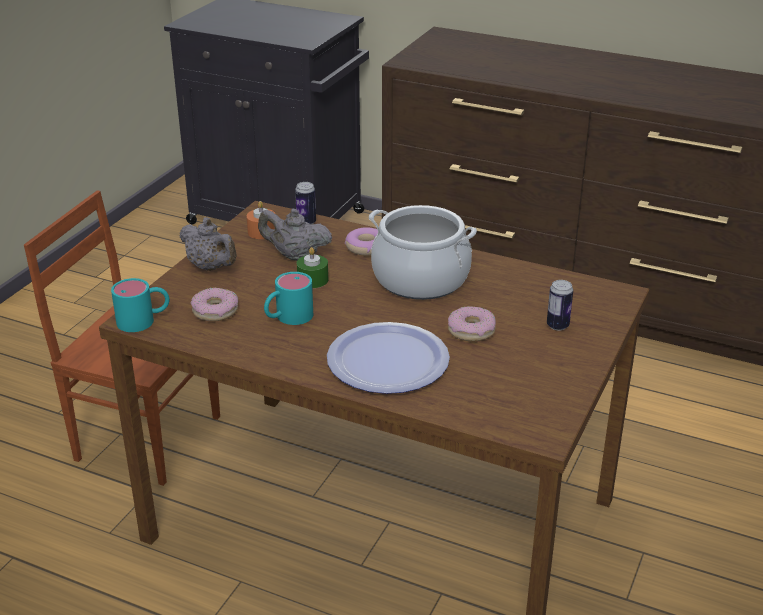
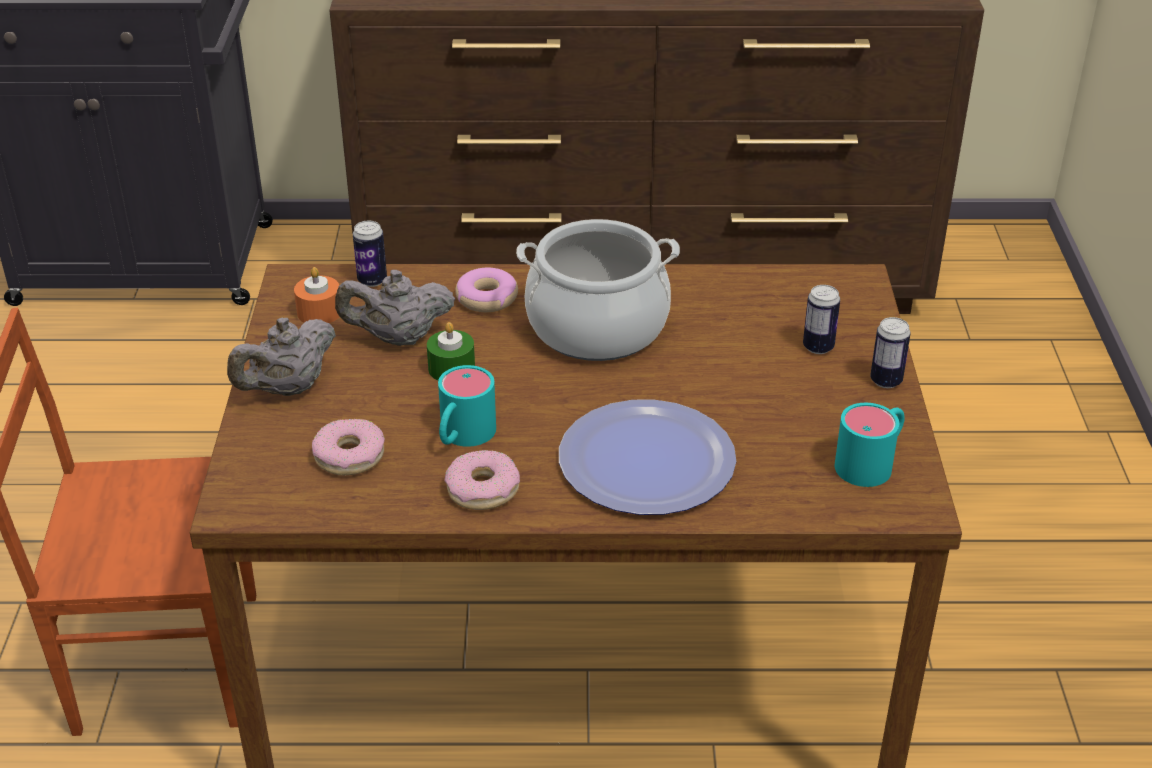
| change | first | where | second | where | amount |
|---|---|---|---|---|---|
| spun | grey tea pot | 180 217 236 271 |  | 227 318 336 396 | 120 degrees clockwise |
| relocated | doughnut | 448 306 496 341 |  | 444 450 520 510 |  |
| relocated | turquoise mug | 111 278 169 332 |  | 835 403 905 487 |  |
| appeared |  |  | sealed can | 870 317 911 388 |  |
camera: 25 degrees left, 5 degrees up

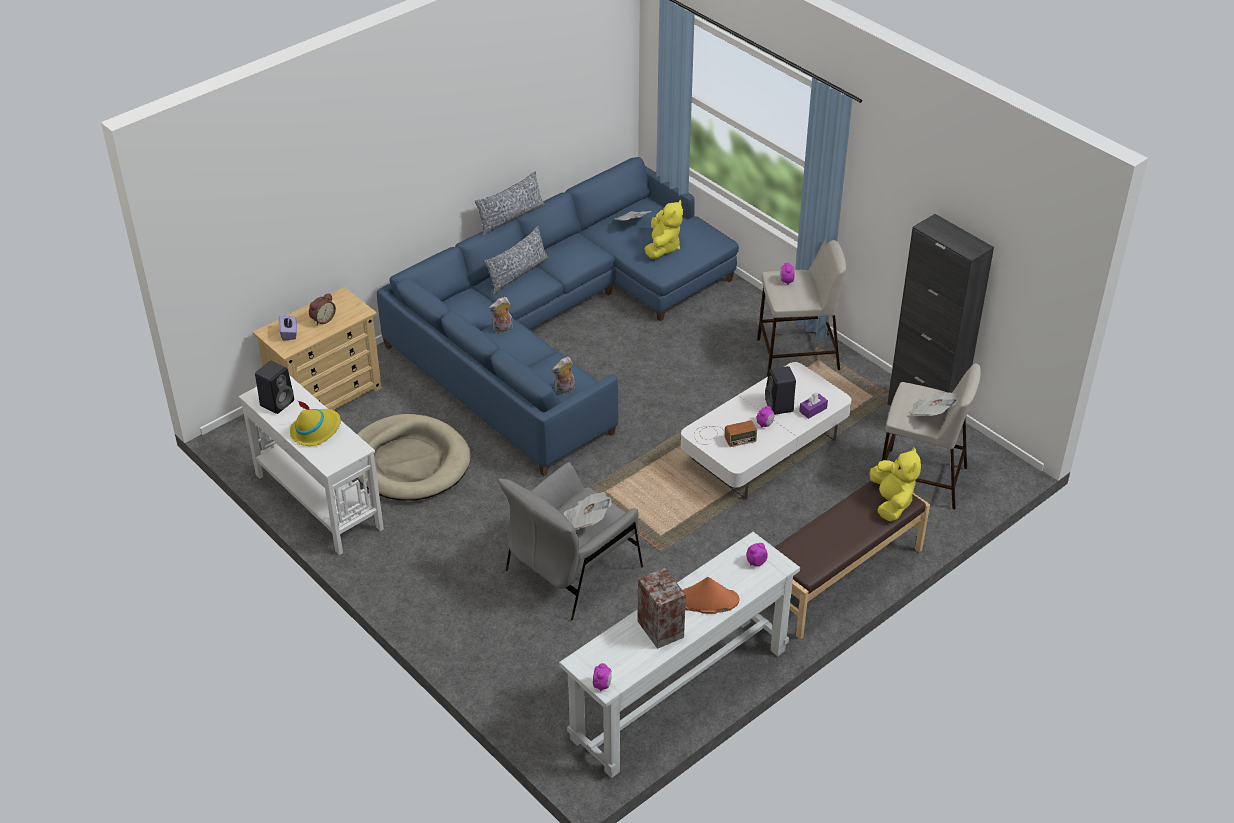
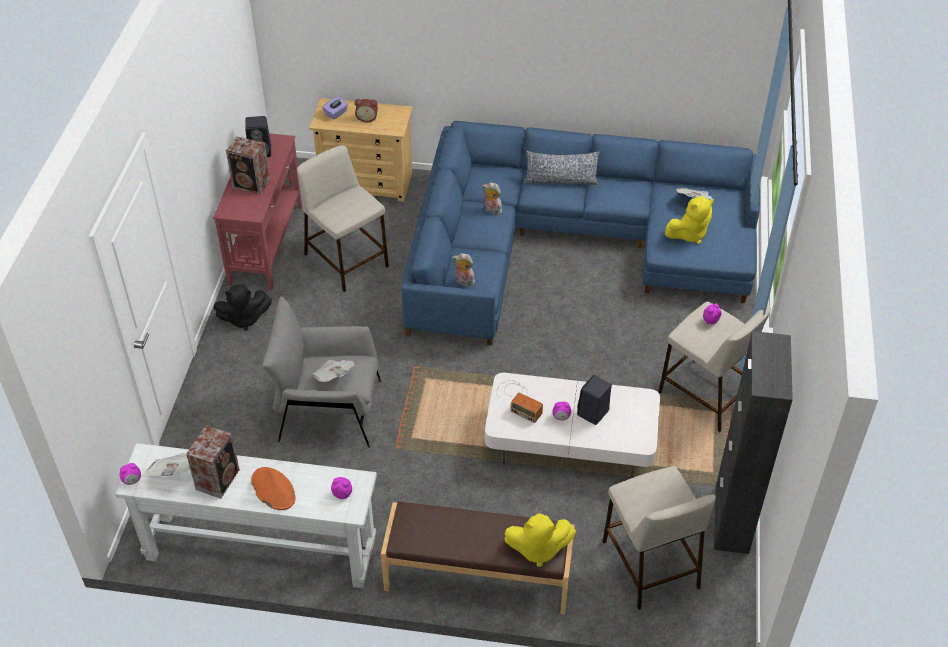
| change | first | where | second | where | amount |
|---|---|---|---|---|---|
| relocated | newspaper | 910 392 958 416 |  | 146 453 190 478 |  |
| colour | white-coloured console table | 239 375 384 555 | red-coloured console table | 213 133 302 291 |  |
| appeared |  |  | black-coloured plush toy | 214 284 272 331 |  |
| exchanged | yellow hat | 290 400 341 446 | audio speaker | 226 136 270 194 |  |
| exchanged | beige-coloured dog bed | 356 414 471 501 | beige-coloured stool seat | 297 145 389 292 |  |
| spun | yellow plush toy | 870 447 921 521 |  | 504 513 576 567 | 45 degrees clockwise |
| missing | throw pillow | 475 171 545 236 |  |  |  |
| missing | purplish tissue holder | 799 393 828 419 |  |  |  |
camera: 50 degrees right, 5 degrees up

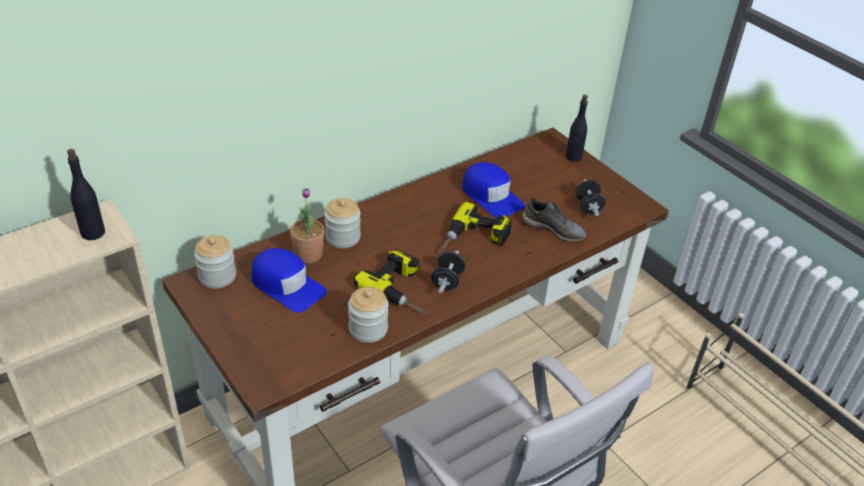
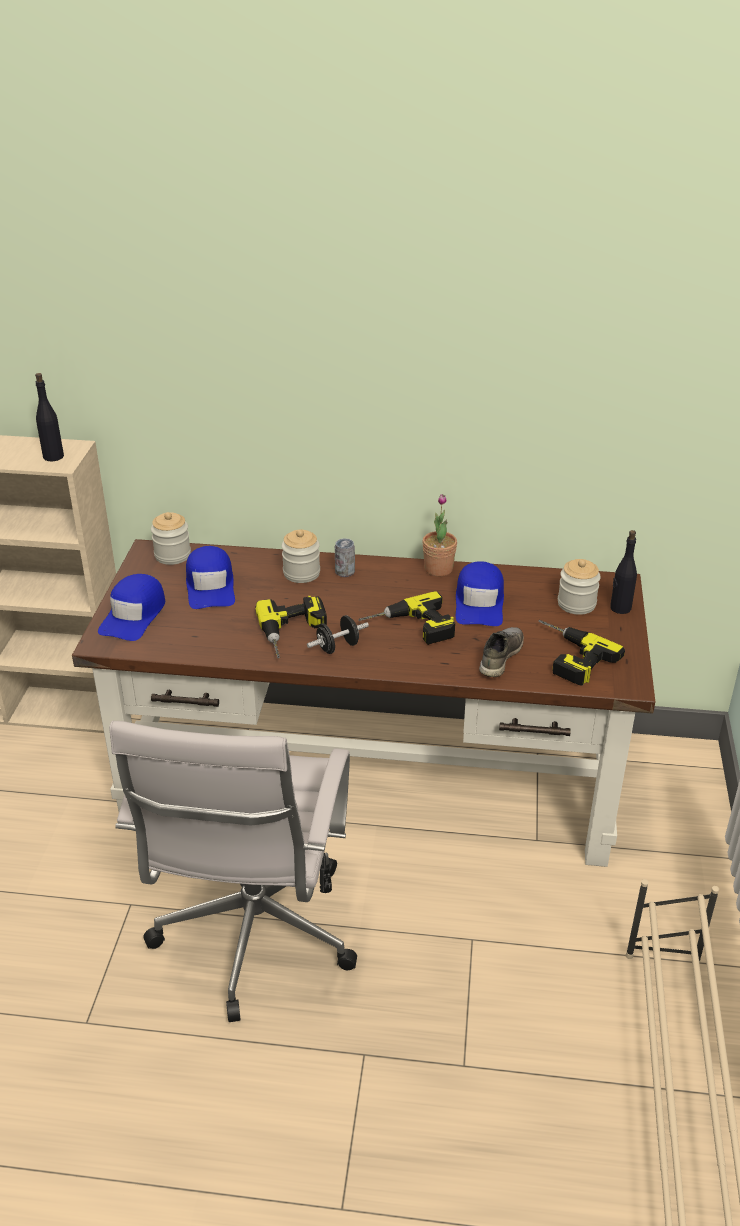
| change | first | where | second | where | amount |
|---|---|---|---|---|---|
| appeared |  |  | bluish peaked cap | 98 574 165 641 |  |
| appeared |  |  | sealed can | 335 538 355 577 |  |
| relocated | plant in a pot | 290 188 324 264 |  | 422 494 457 576 |  |
| spun | grey item of footwear | 522 198 587 242 |  | 479 627 524 677 | 135 degrees counterclockwise |
| exchanged | black-coloured dumbbell | 576 179 606 216 | drill | 538 619 625 686 |  |
| relocated | preserve jar | 348 287 389 343 |  | 558 559 601 615 |  |
camera: 45 degrees right, 5 degrees down

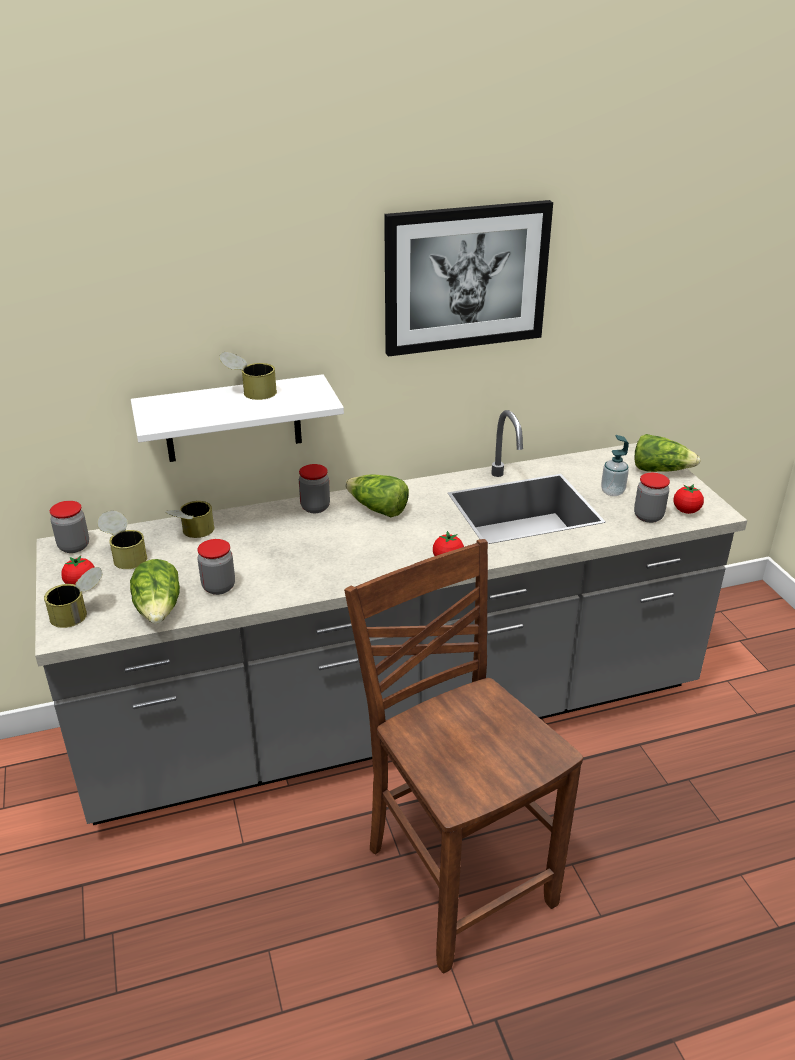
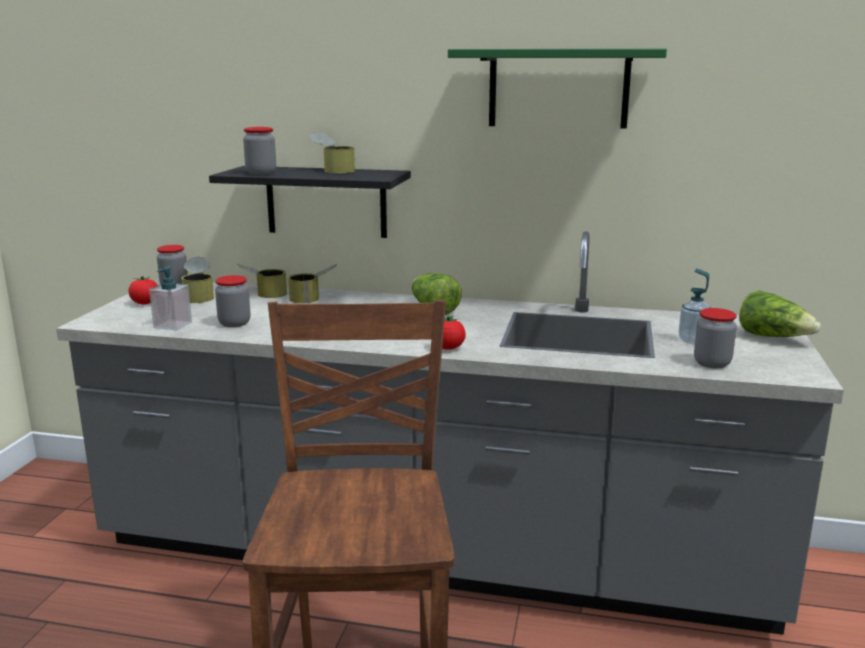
| change | first | where | second | where | amount |
|---|---|---|---|---|---|
| exchanged | lettuce | 130 559 180 624 | liquid soap bottle | 149 266 192 330 |  |
| colour | white-coloured shelf | 131 374 344 462 | black-coloured shelf | 209 166 411 238 |  |
| relocated | preserve jar | 299 464 330 513 |  | 243 127 276 175 |  |
| relocated | sealed can | 44 567 103 628 |  | 288 264 337 303 |  |
| exchanged | wall art | 384 200 553 357 | green-coloured shelf | 448 49 667 129 |  |
| missing | tomato | 673 484 704 514 |  |  |  |
camera: 30 degrees right, 15 degrees down

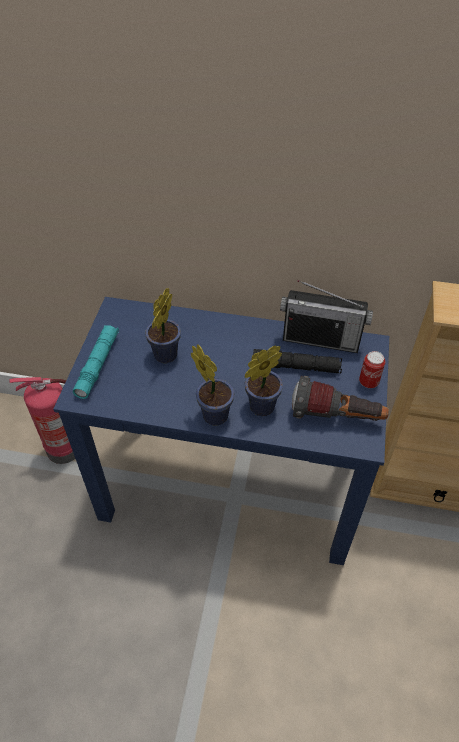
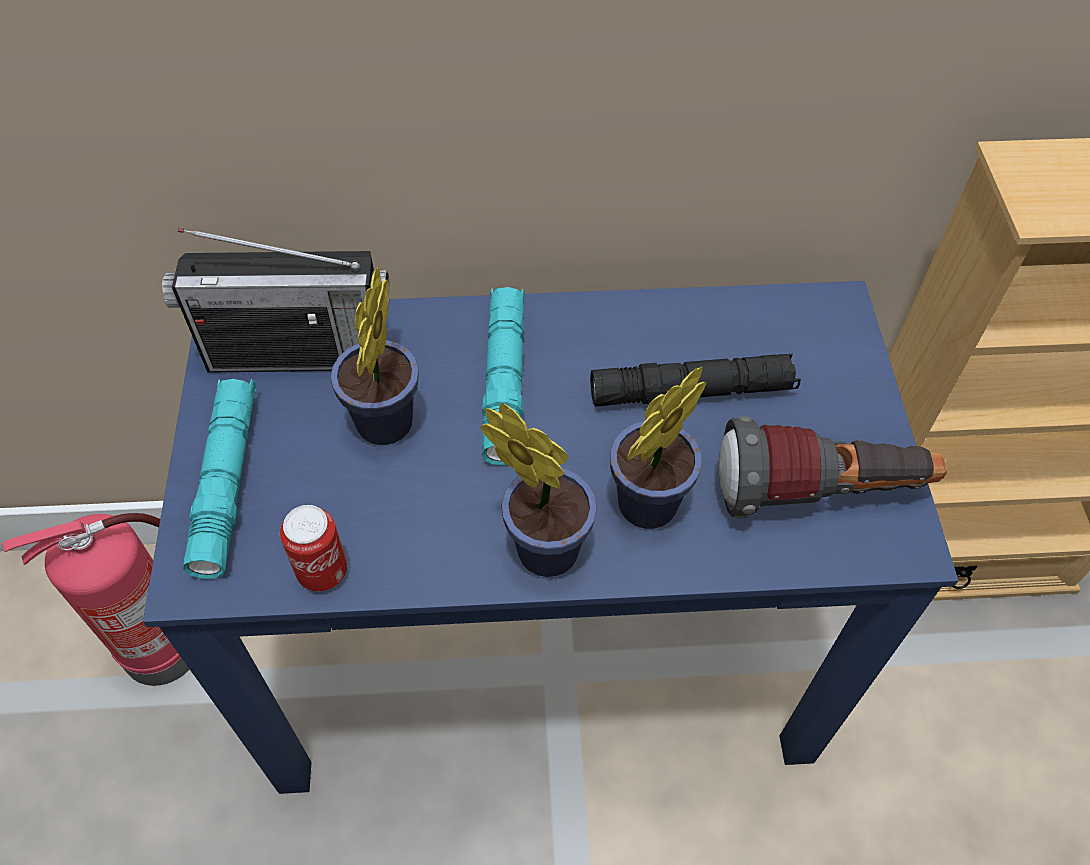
| change | first | where | second | where | amount |
|---|---|---|---|---|---|
| relocated | radio | 280 280 373 353 |  | 162 228 390 373 |  |
| relocated | sealed can | 359 351 385 388 |  | 280 505 347 591 |  |
| appeared |  |  | turquoise torch | 482 287 525 465 |  |
camera: 15 degrees left, 5 degrees up

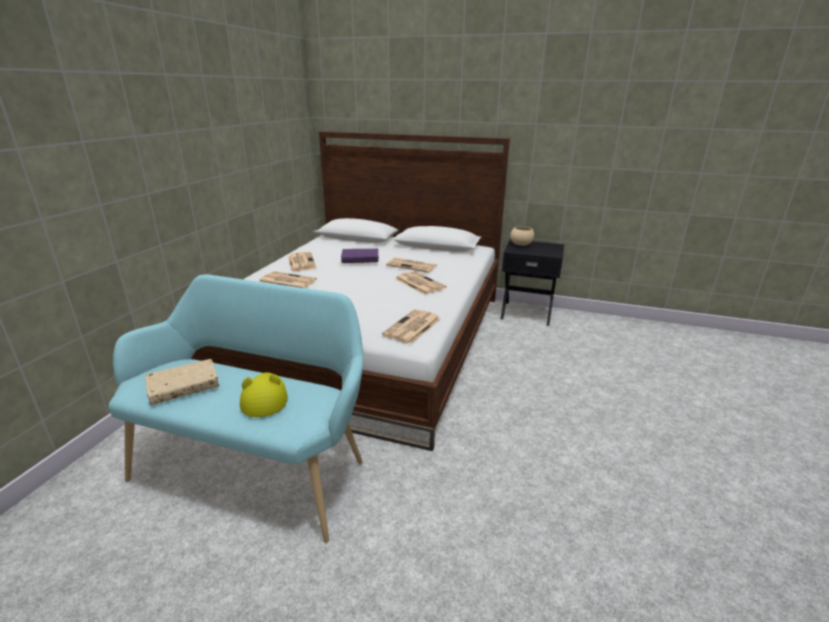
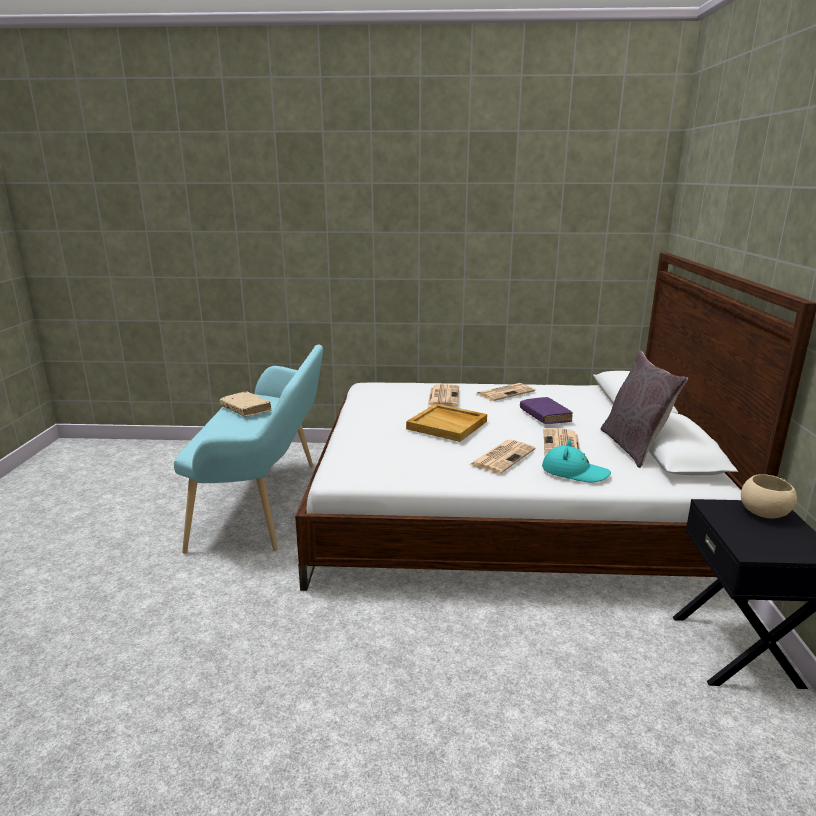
| change | first | where | second | where | amount |
|---|---|---|---|---|---|
| appeared |  |  | beige-coloured serving tray | 406 404 487 442 |  |
| appeared |  |  | turquoise hat | 542 440 611 482 |  |
| appeared |  |  | grey throw pillow | 601 351 688 468 |  |
| missing | yellow hat | 240 373 288 417 |  |  |  |
| missing | newspaper | 382 309 440 344 |  |  |  |
camera: 75 degrees right, 5 degrees down

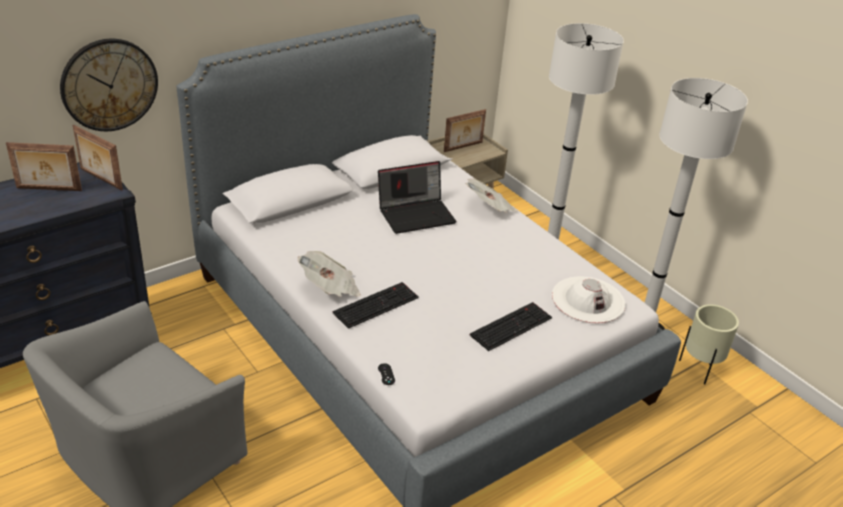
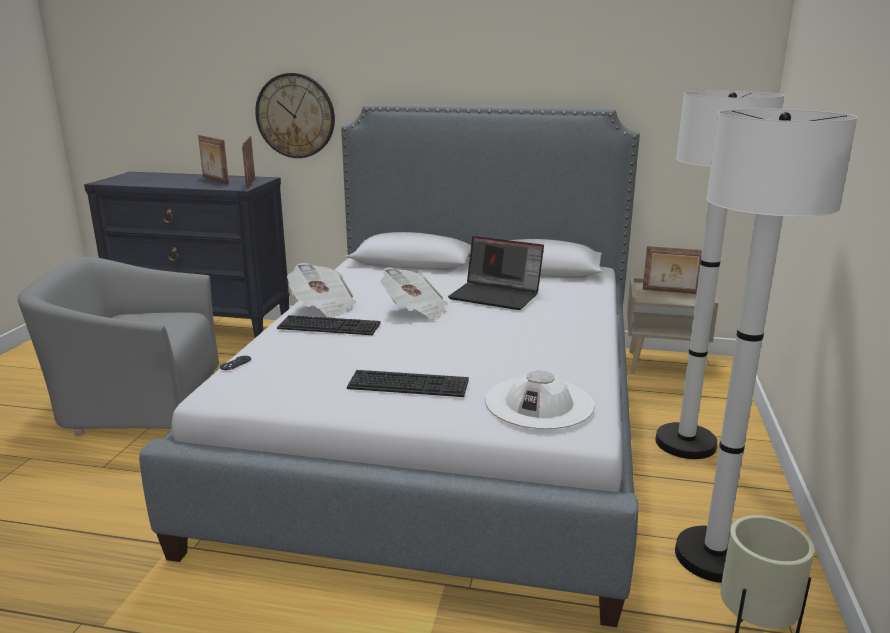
| change | first | where | second | where | amount |
|---|---|---|---|---|---|
| relocated | newspaper | 465 179 518 213 |  | 380 267 448 320 |  |
camera: 50 degrees right, 15 degrees down

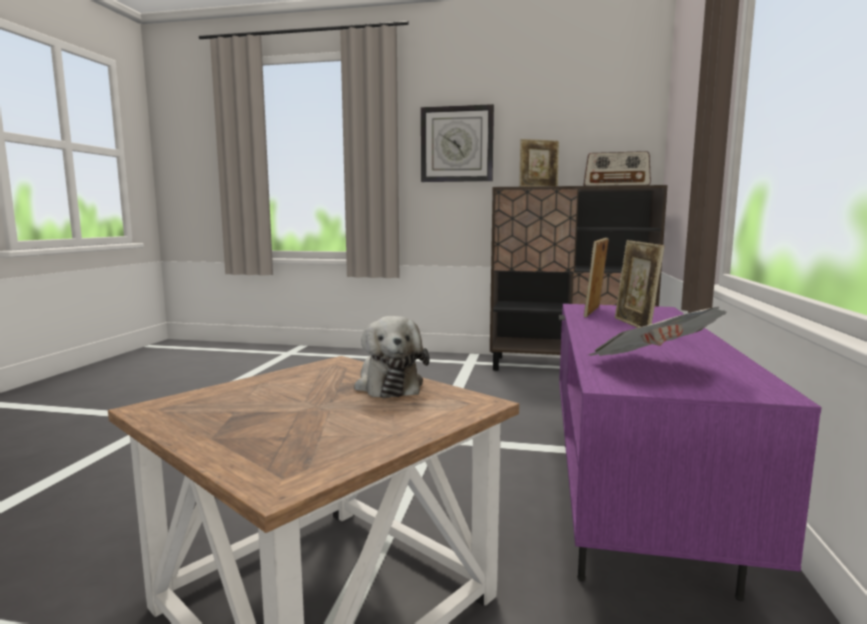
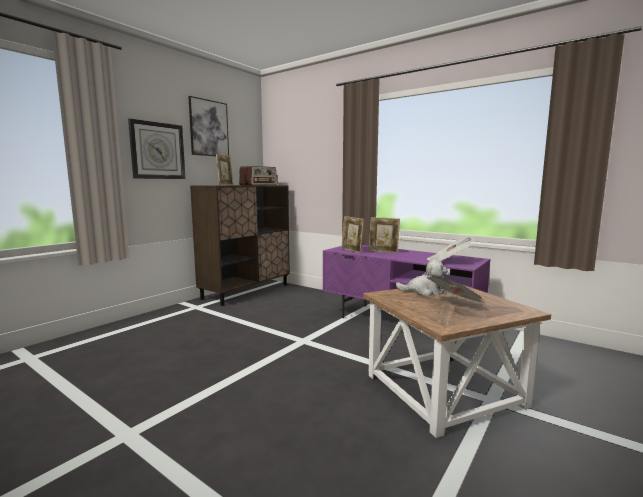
| change | first | where | second | where | amount |
|---|---|---|---|---|---|
| appeared |  |  | wall art | 188 96 229 156 |  |
| appeared |  |  | newspaper | 426 276 485 302 |  |
camera: 65 degrees left, 0 degrees up

